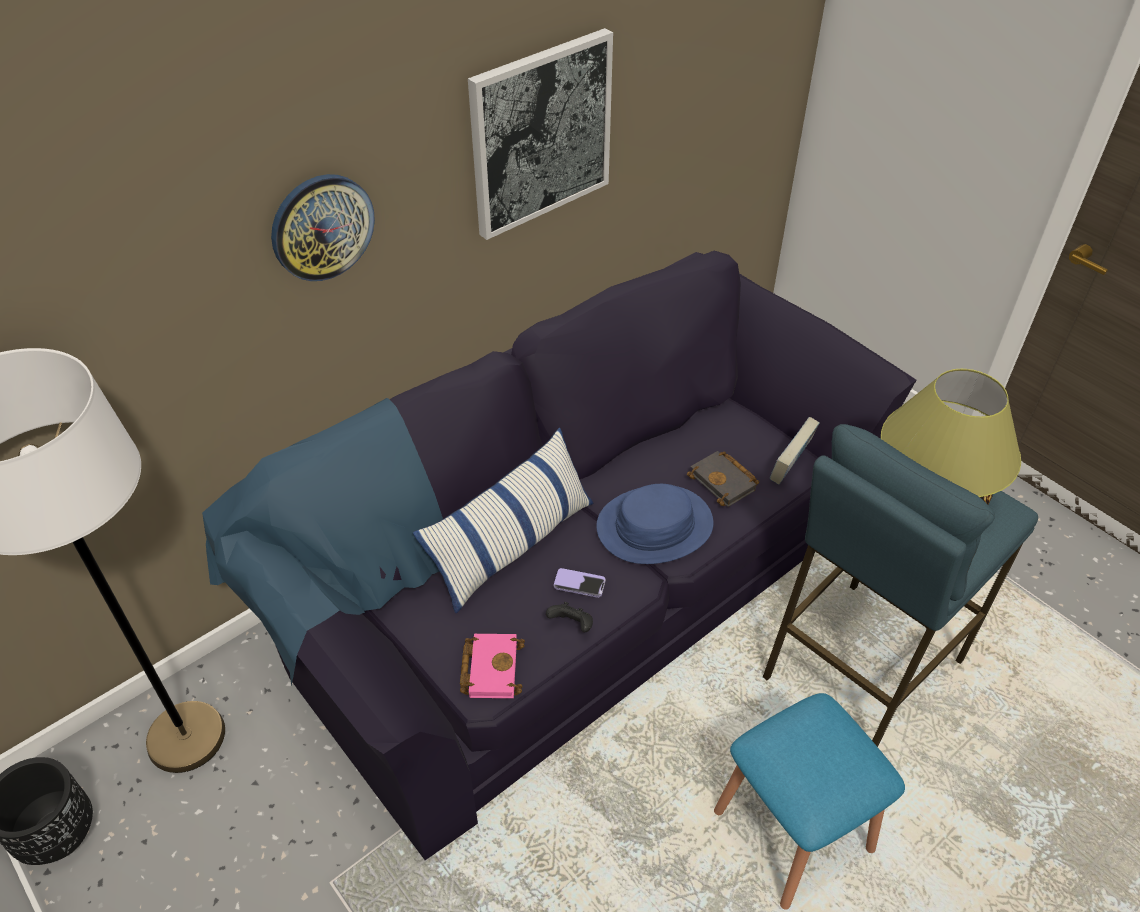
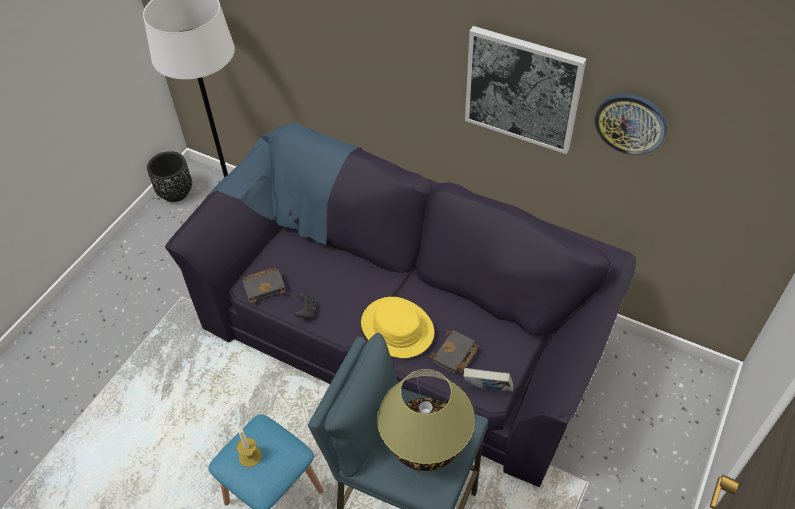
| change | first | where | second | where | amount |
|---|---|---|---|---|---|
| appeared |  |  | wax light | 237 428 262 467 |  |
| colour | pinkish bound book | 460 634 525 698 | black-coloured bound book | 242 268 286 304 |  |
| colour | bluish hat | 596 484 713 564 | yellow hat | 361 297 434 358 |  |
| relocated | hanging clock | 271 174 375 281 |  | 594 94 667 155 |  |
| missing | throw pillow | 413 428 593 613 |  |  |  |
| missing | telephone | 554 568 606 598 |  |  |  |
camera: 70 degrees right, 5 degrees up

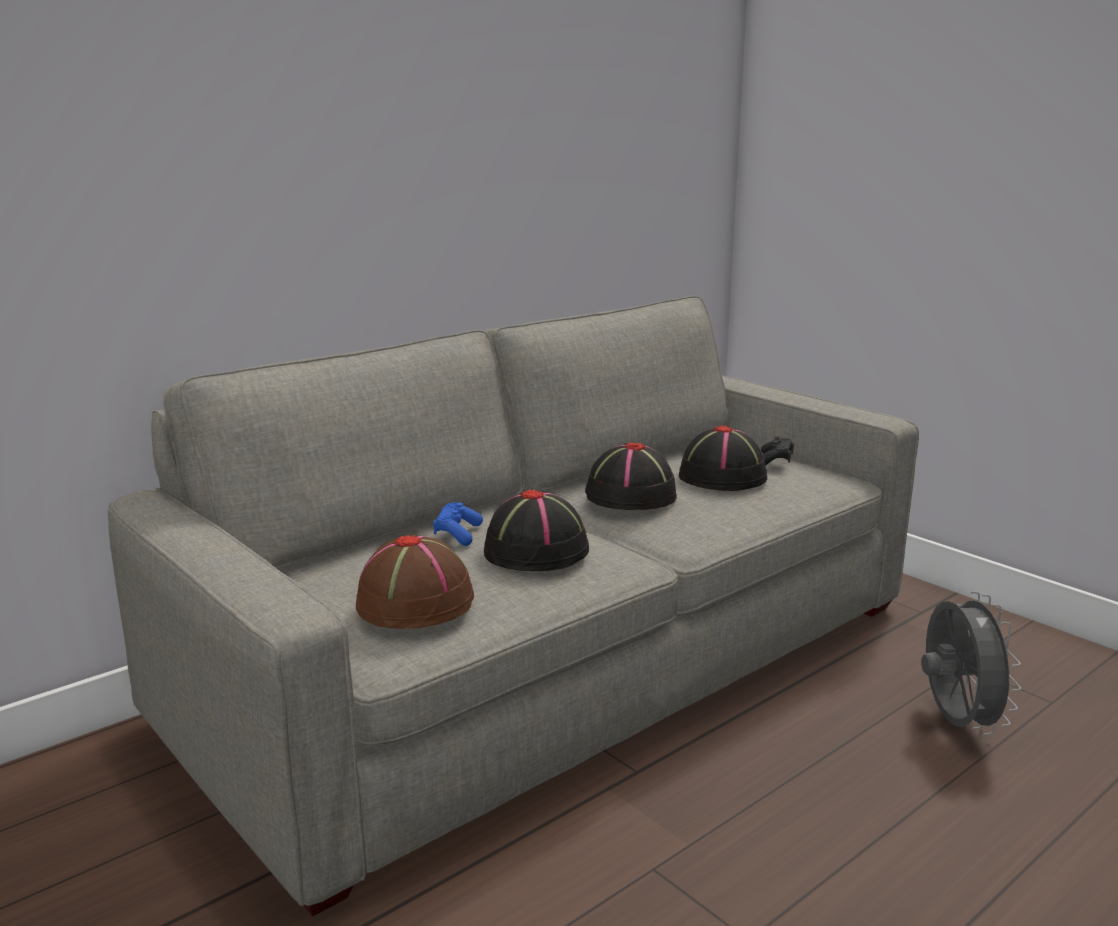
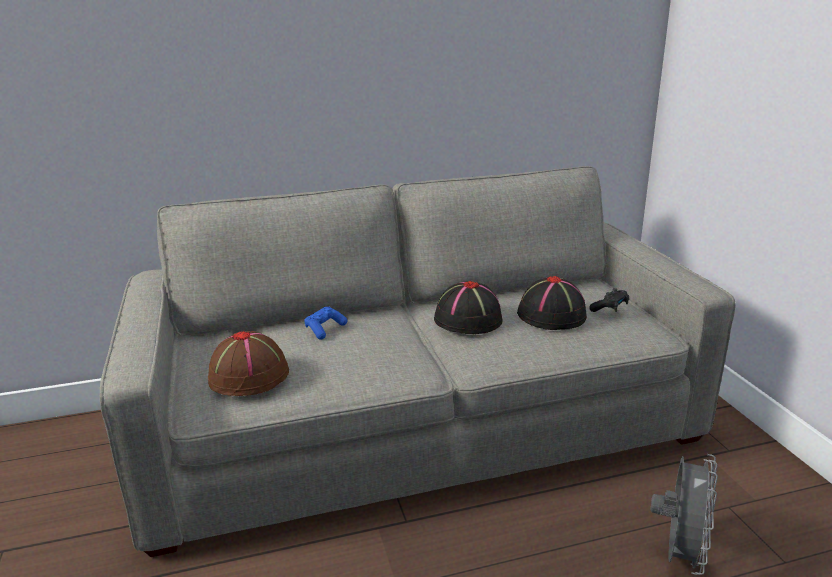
| change | first | where | second | where | amount |
|---|---|---|---|---|---|
| missing | black-coloured hat | 484 490 589 571 |  |  |  |
camera: 25 degrees right, 5 degrees up

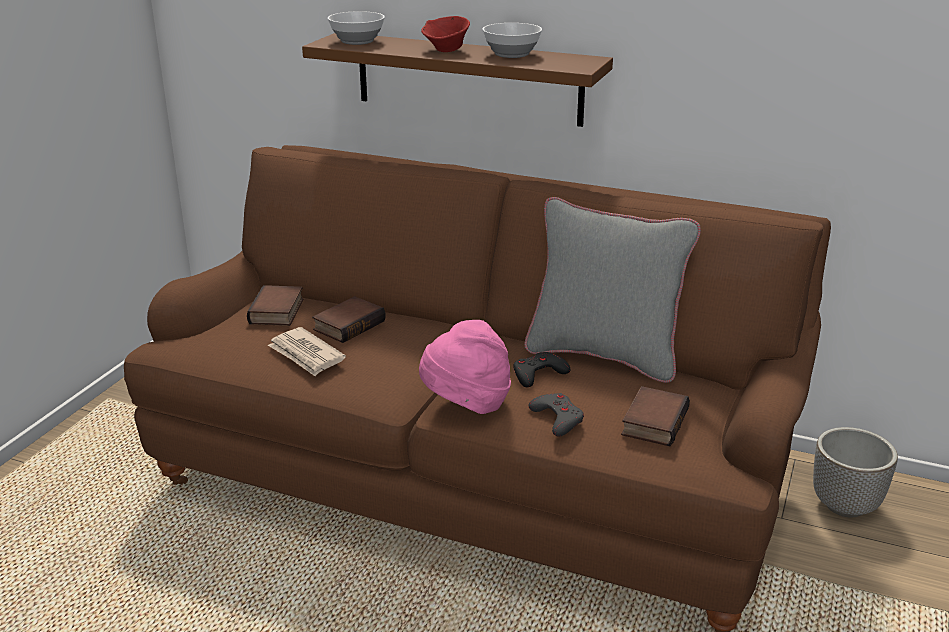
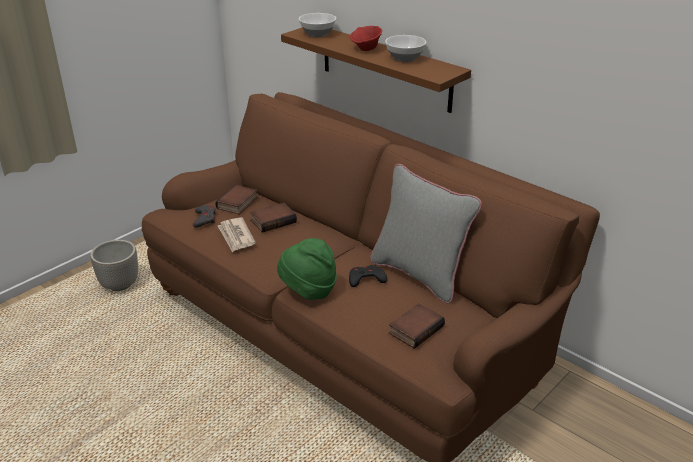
| change | first | where | second | where | amount |
|---|---|---|---|---|---|
| relocated | plant pot | 813 427 898 517 |  | 90 240 138 291 |  |
| relocated | grey gamepad | 529 393 584 437 |  | 193 205 216 228 |  |
| colour | pinkish hat | 419 320 511 414 | green-coloured hat | 277 238 337 300 |  |
camera: 20 degrees right, 5 degrees up

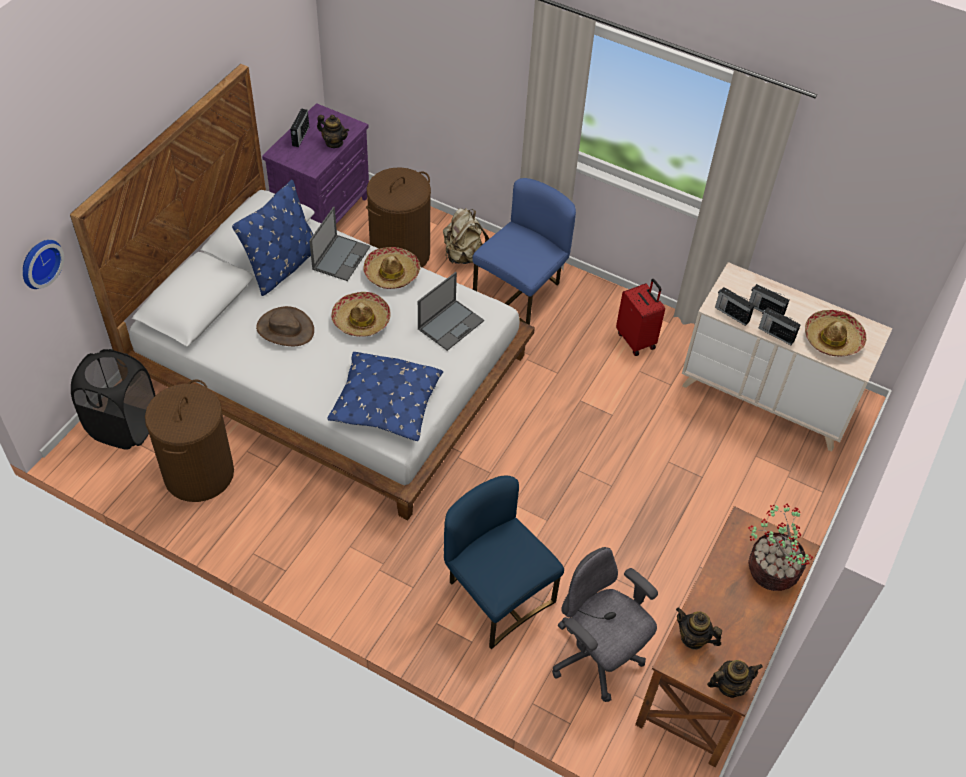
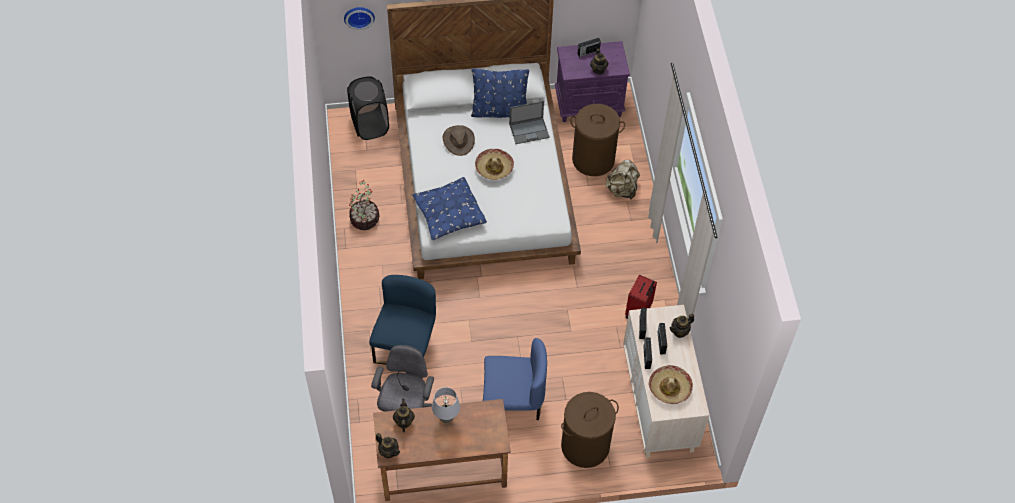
| change | first | where | second | where | amount |
|---|---|---|---|---|---|
| relocated | plant in a pot | 748 503 813 591 |  | 349 180 379 230 |  |
| appeared |  |  | grey table lamp | 432 387 460 423 |  |
| relocated | bluish chair | 472 178 576 325 |  | 483 338 547 420 |  |
| relocated | brown-coloured laundry basket | 145 380 234 502 |  | 561 392 619 468 |  |
| appeared |  |  | tea pot | 670 314 694 338 |  |
| missing | hat | 363 247 420 289 |  |  |  |
| missing | laptop | 418 272 484 351 |  |  |  |
camera: 55 degrees right, 5 degrees up

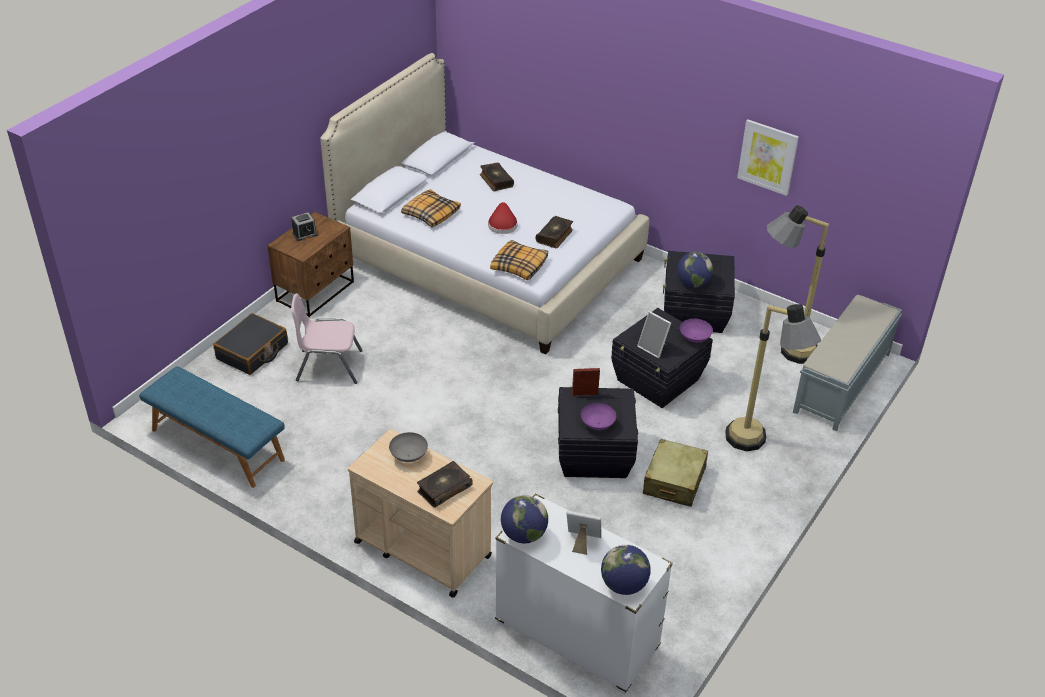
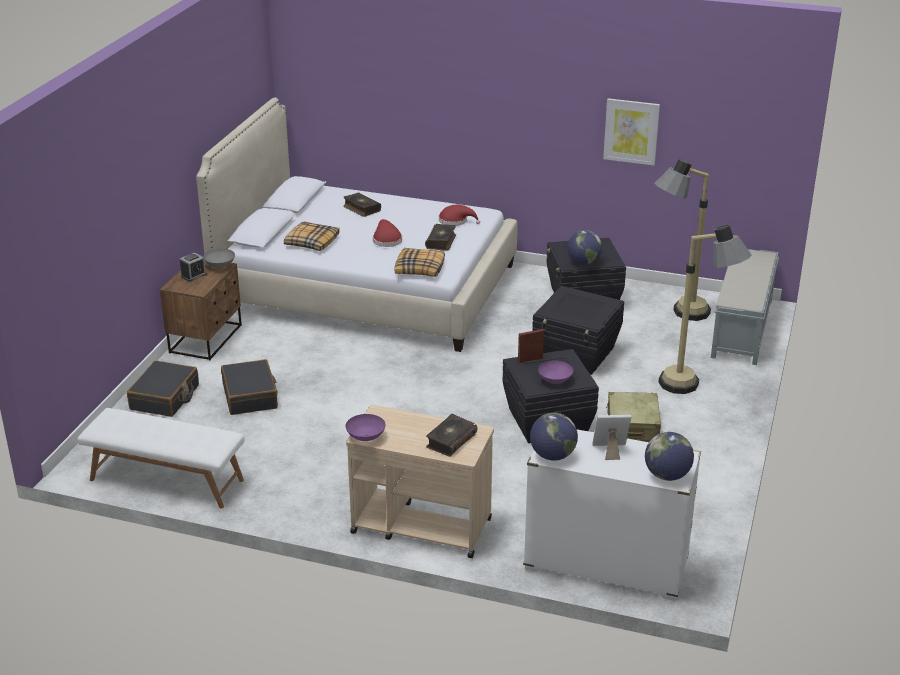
| change | first | where | second | where | amount |
|---|---|---|---|---|---|
| colour | bluish long seat | 139 366 285 488 | white-coloured long seat | 78 408 244 509 |  |
| relocated | grey serving bowl | 389 432 428 462 |  | 203 249 235 269 |  |
| exchanged | pinkish chair | 291 294 363 384 | black-coloured piece of luggage | 221 359 278 415 |  |
| relocated | purplish serving bowl | 680 319 713 343 |  | 346 414 386 441 |  |
| appeared |  |  | red-coloured hat | 439 205 480 226 |  |
| missing | photo frame | 637 311 671 358 |  |  |  |
camera: 15 degrees left, 10 degrees down

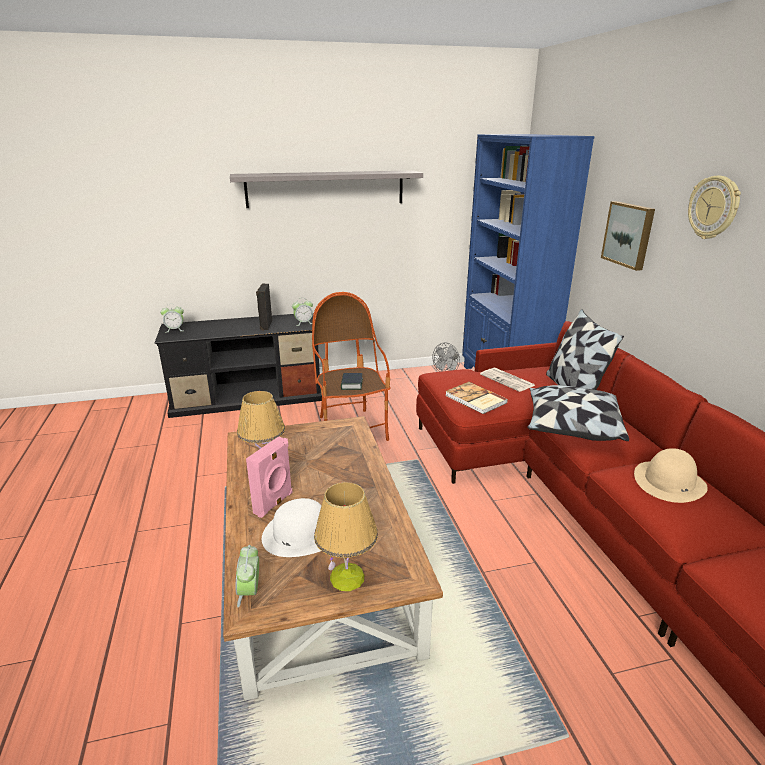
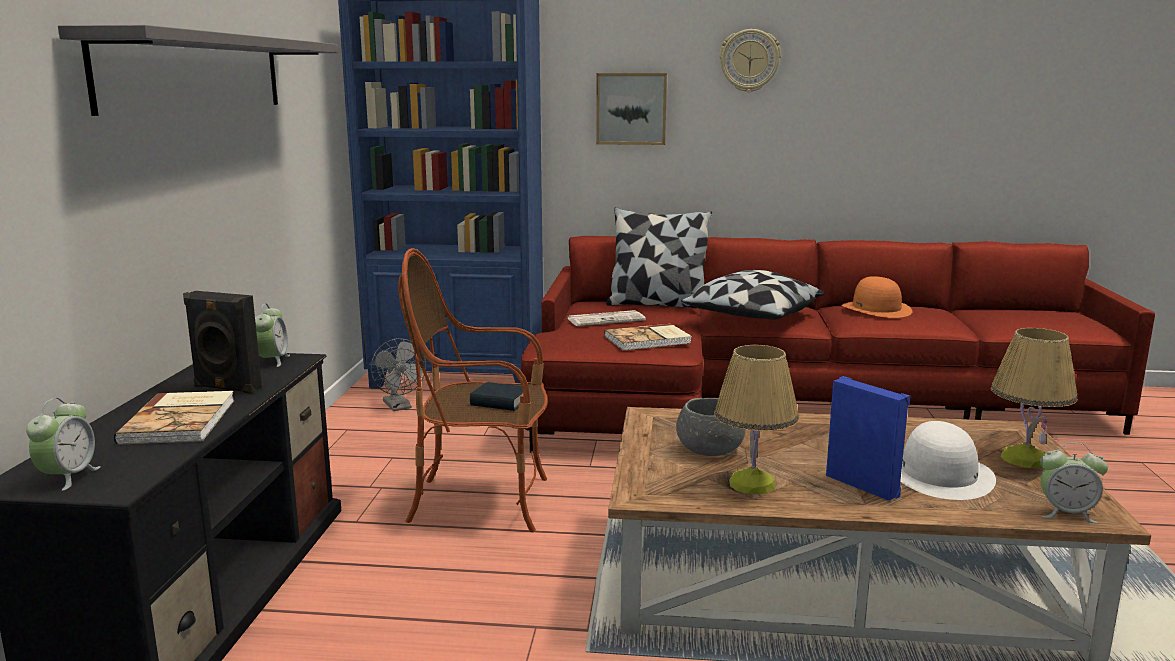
| change | first | where | second | where | amount |
|---|---|---|---|---|---|
| appeared |  |  | bound book | 114 391 235 445 |  |
| appeared |  |  | grey serving bowl | 676 398 745 456 |  |
| colour | pinkish audio speaker | 246 437 293 518 | bluish audio speaker | 826 376 910 501 |  |
| colour | beige-coloured hat | 634 448 708 503 | orange hat | 842 276 912 318 |  |
camera: 70 degrees left, 10 degrees down

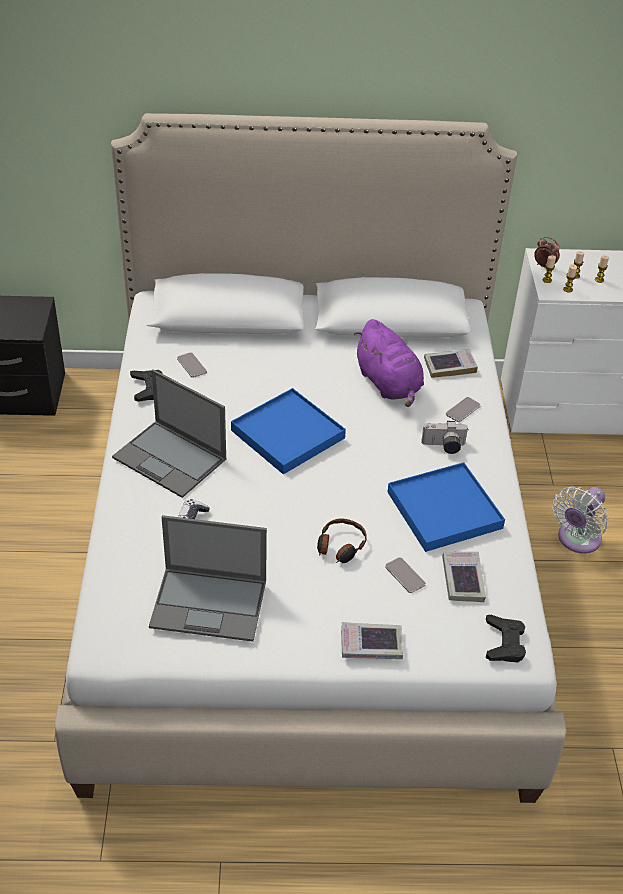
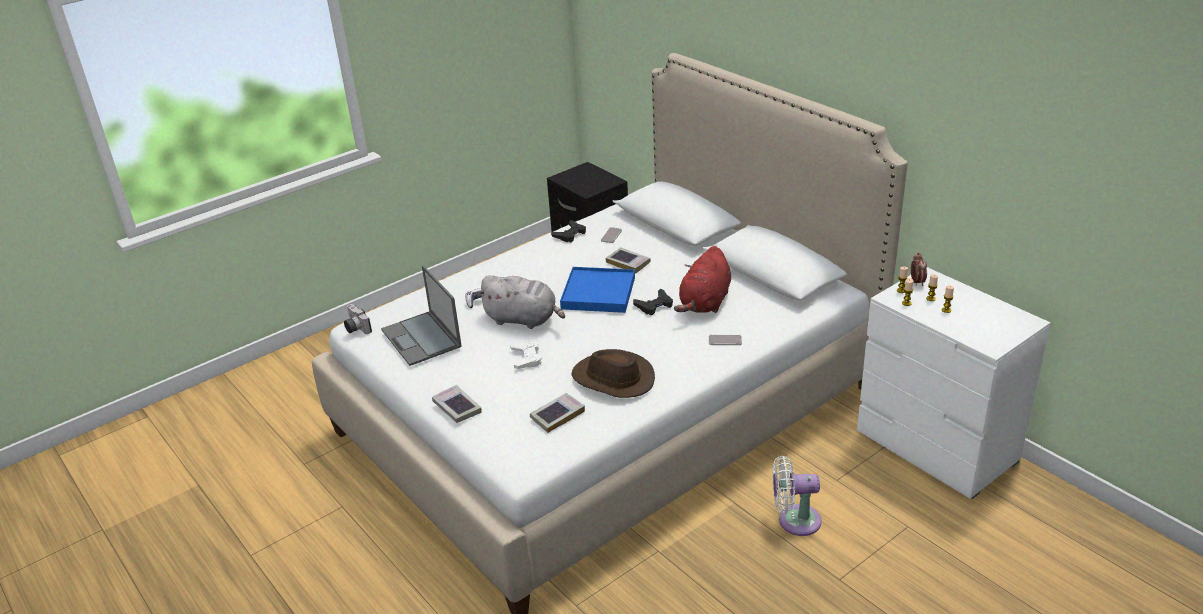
| change | first | where | second | where | amount |
|---|---|---|---|---|---|
| relocated | still camera | 421 421 468 454 |  | 344 304 372 334 |  |
| appeared |  |  | grey plush toy | 477 275 565 329 |  |
| exchanged | headphones | 317 518 367 563 | white-coloured gamepad | 510 342 542 369 |  |
| exchanged | bluish serving tray | 388 462 505 552 | brown-coloured hat | 571 349 655 398 |  |
| relocated | bound book | 424 349 478 378 |  | 606 247 651 273 |  |
| relocated | black-coloured gamepad | 486 615 526 662 |  | 633 289 673 315 |  |
| colour | purplish plush toy | 354 319 424 407 | red-coloured plush toy | 674 246 731 313 |  |
| missing | laptop | 112 369 226 498 |  |  |  |
| missing | telephone | 385 557 426 593 |  |  |  |
camera: 55 degrees right, 10 degrees down

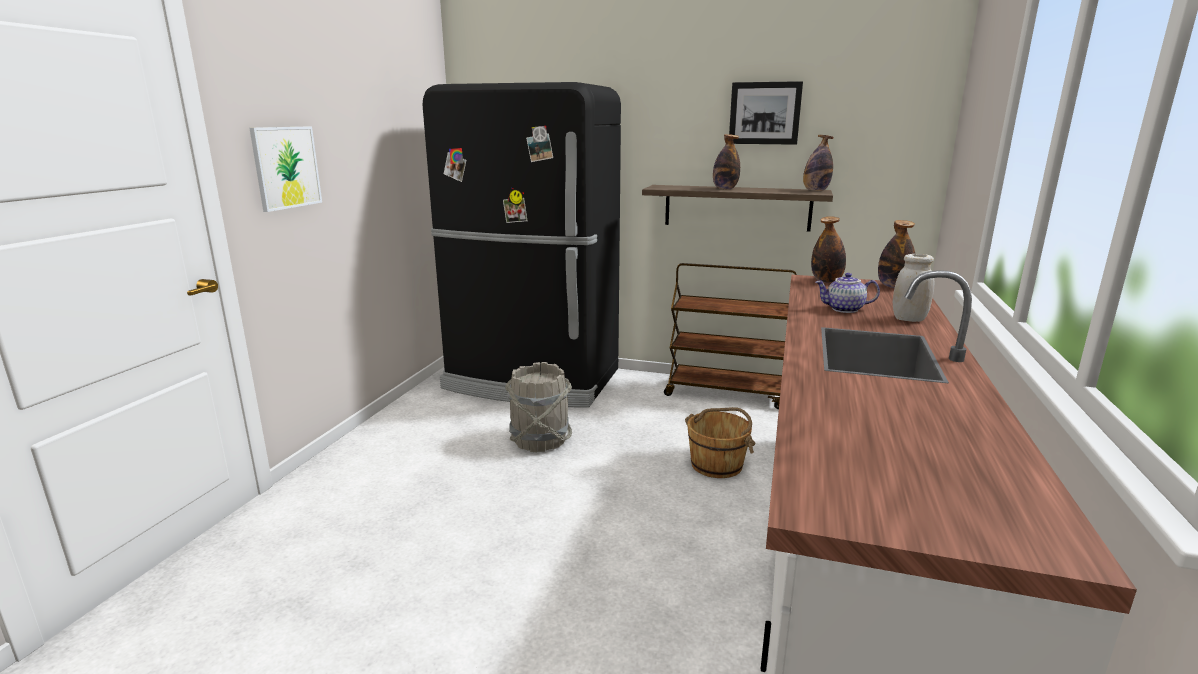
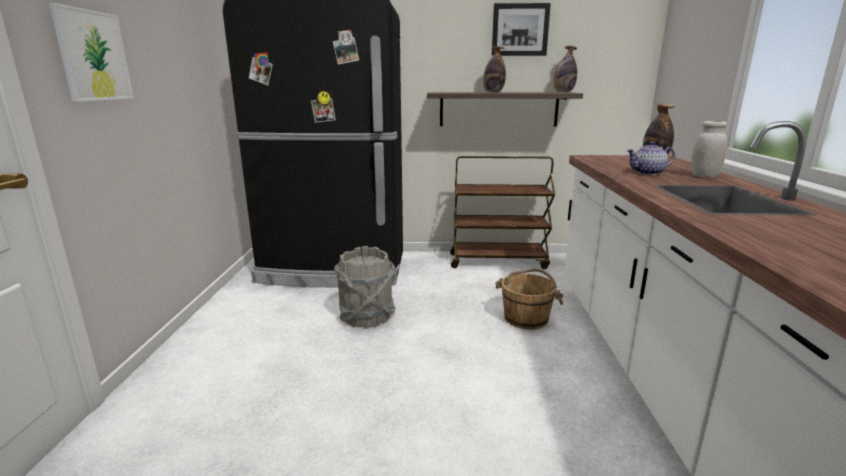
| change | first | where | second | where | amount |
|---|---|---|---|---|---|
| missing | drink bottle | 811 216 846 283 |  |  |  |
camera: 15 degrees left, 0 degrees up

